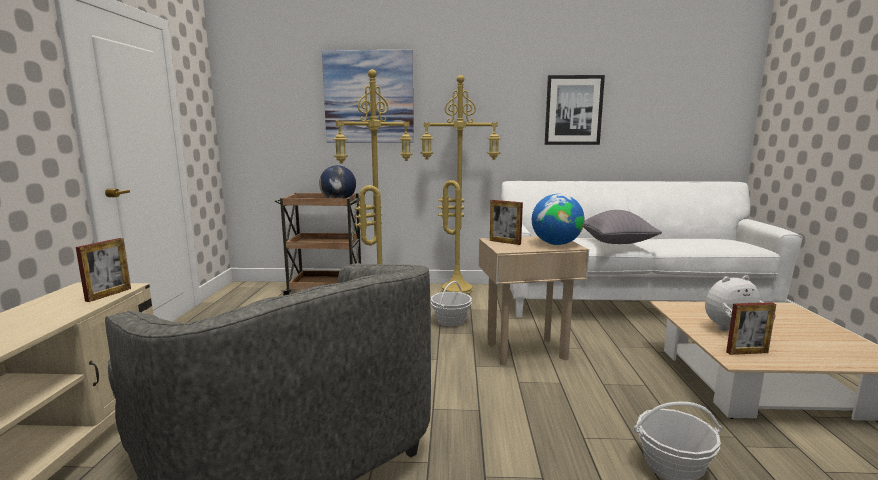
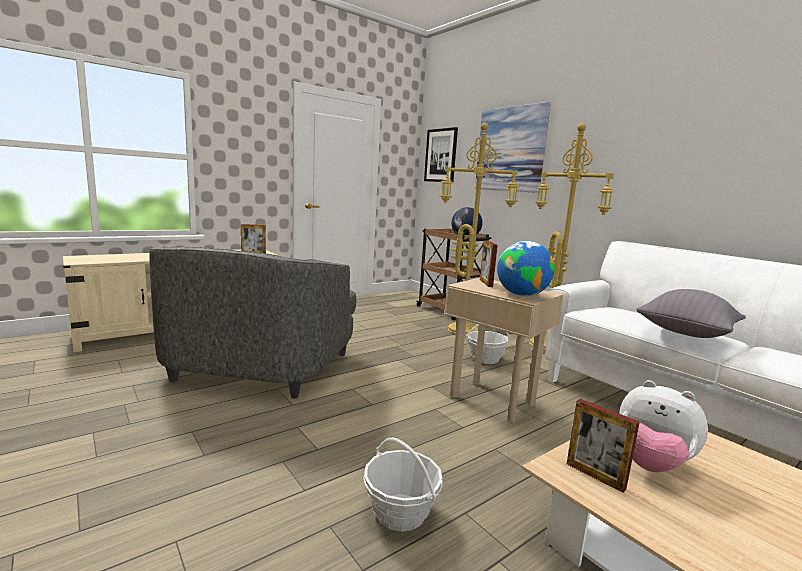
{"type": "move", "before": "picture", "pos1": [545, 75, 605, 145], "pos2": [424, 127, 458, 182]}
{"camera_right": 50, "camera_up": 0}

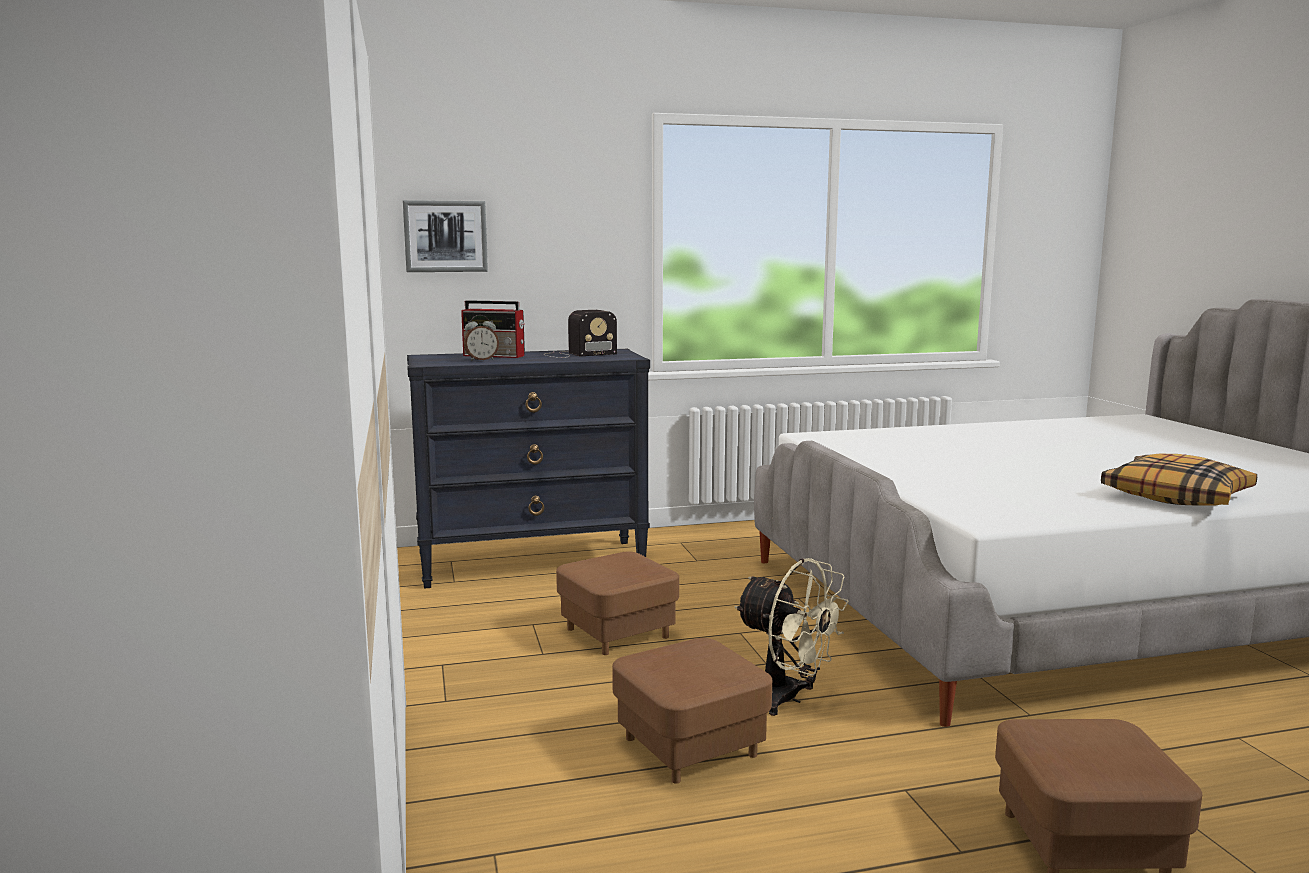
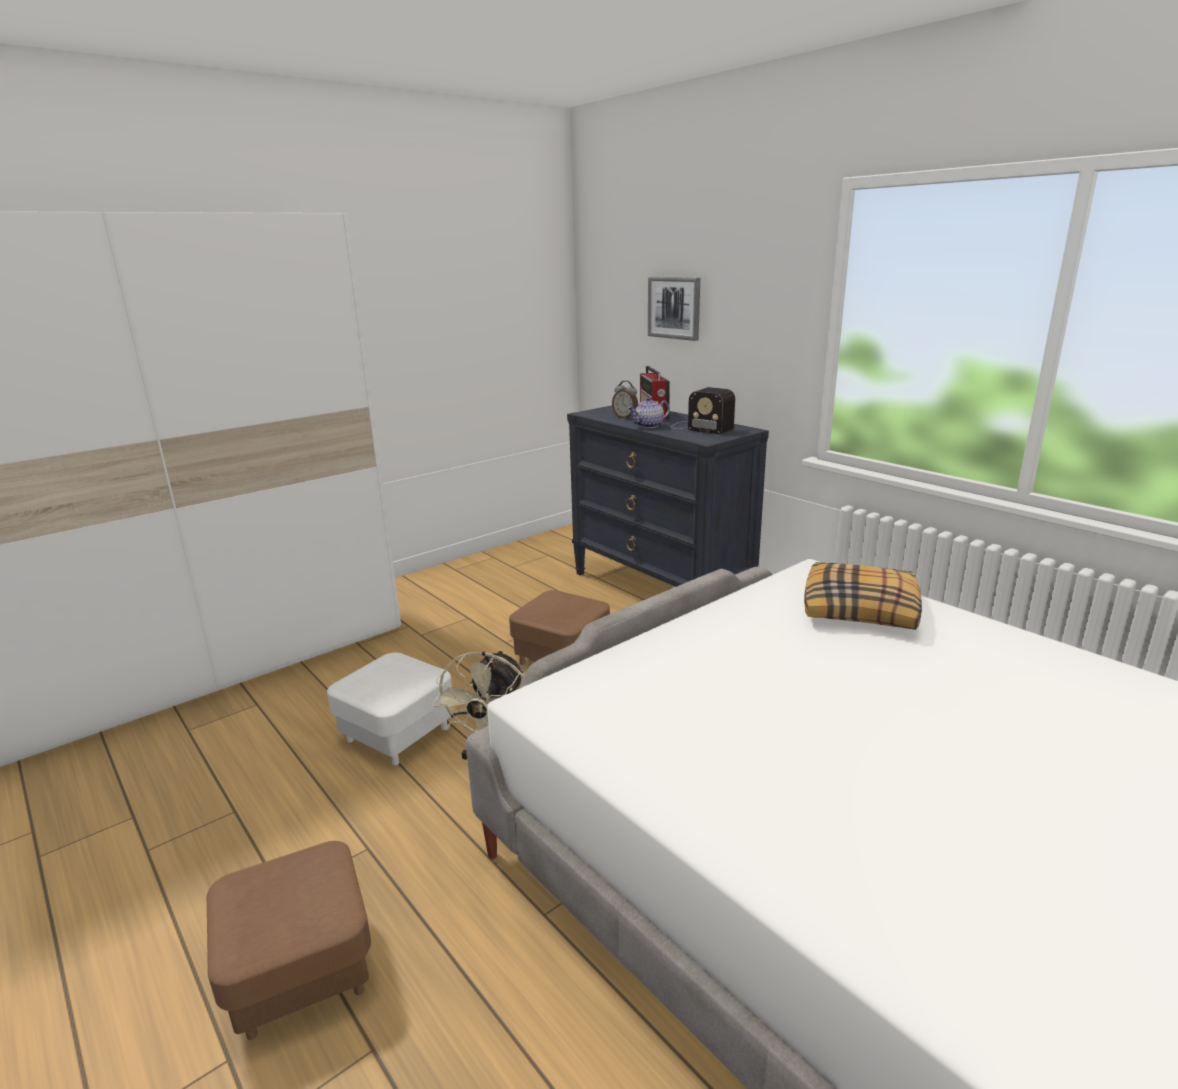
{"type": "recolor", "before": "brown_ottoman", "after": "white_ottoman", "pos1": [612, 638, 772, 784], "pos2": [327, 653, 452, 765]}
{"type": "move", "before": "pillow", "pos1": [1101, 454, 1257, 506], "pos2": [804, 562, 922, 630]}
{"type": "insert", "after": "teapot", "pos2": [628, 397, 670, 428]}
{"camera_right": 65, "camera_up": 10}

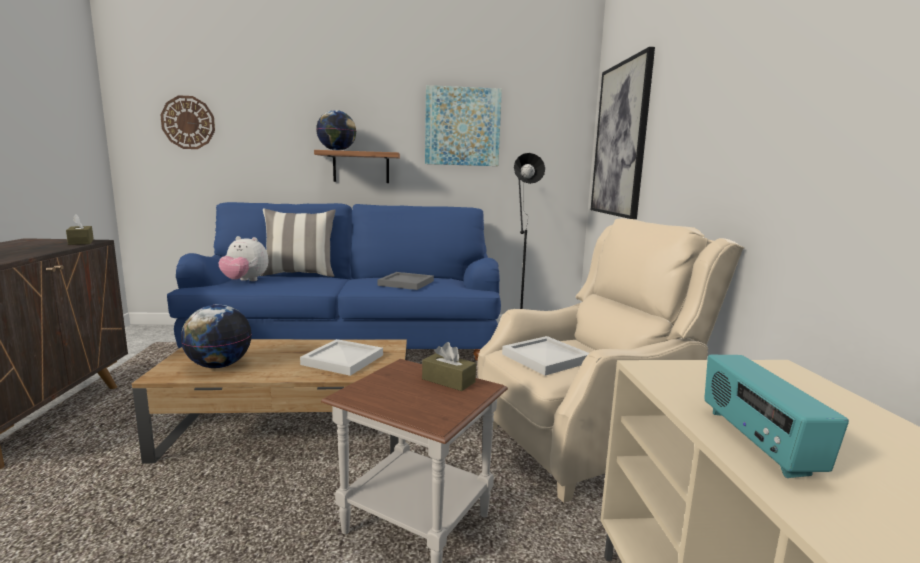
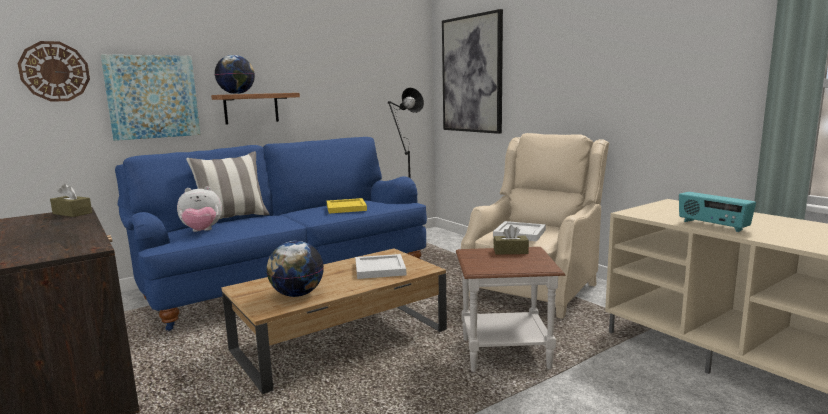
{"type": "recolor", "before": "grey_tray", "after": "yellow_tray", "pos1": [378, 272, 434, 290], "pos2": [327, 198, 367, 214]}
{"type": "move", "before": "picture", "pos1": [425, 85, 502, 166], "pos2": [101, 55, 200, 141]}
{"camera_right": -30, "camera_up": 0}

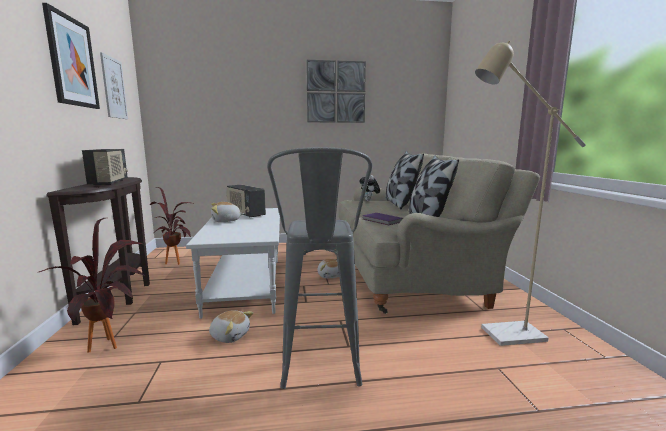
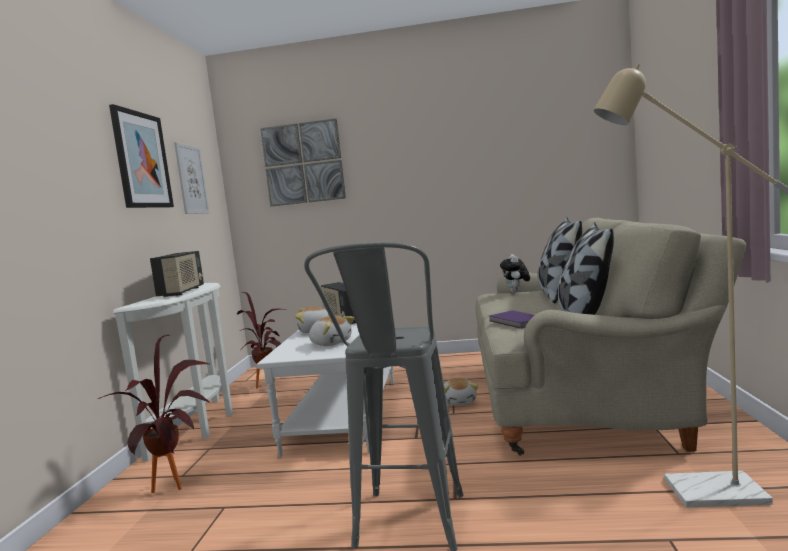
{"type": "recolor", "before": "brown_console_table", "after": "white_console_table", "pos1": [46, 177, 150, 325], "pos2": [113, 283, 233, 462]}
{"type": "move", "before": "plush_toy", "pos1": [209, 310, 253, 343], "pos2": [309, 316, 355, 346]}
{"type": "move", "before": "picture", "pos1": [306, 60, 366, 123], "pos2": [260, 118, 346, 206]}
{"camera_right": 15, "camera_up": -5}

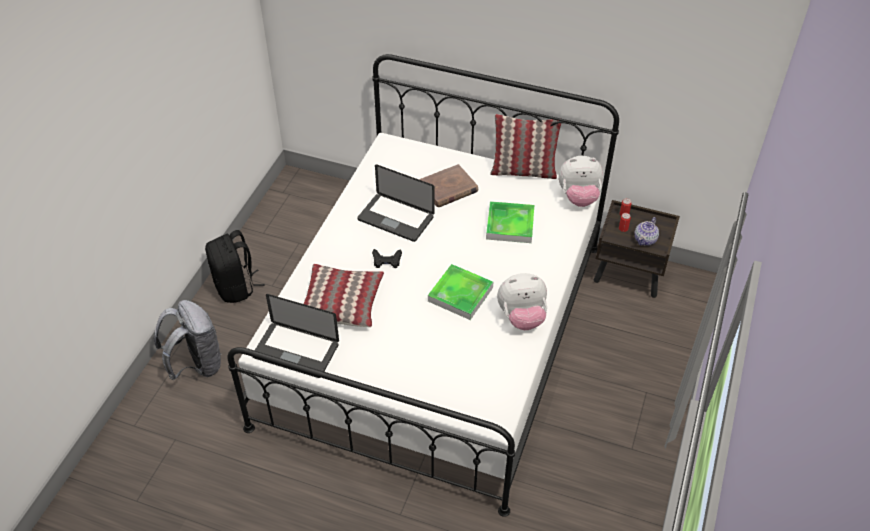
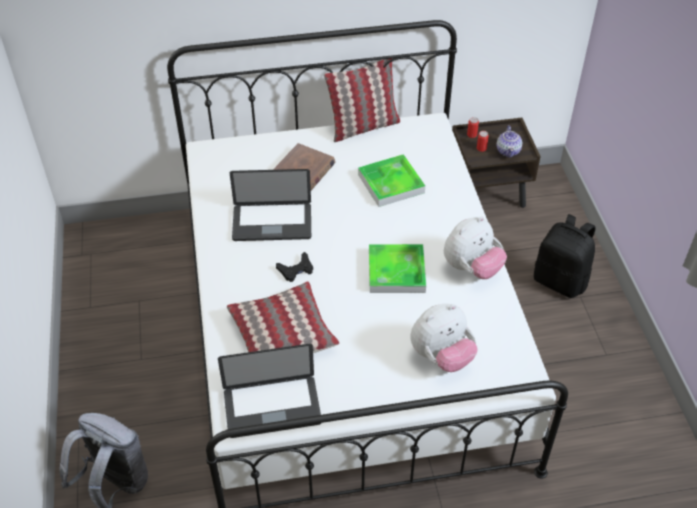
{"type": "move", "before": "black_backpack", "pos1": [205, 230, 265, 303], "pos2": [534, 214, 596, 298]}
{"type": "move", "before": "plush_toy", "pos1": [558, 156, 603, 207], "pos2": [410, 304, 478, 372]}
{"camera_right": -30, "camera_up": 0}

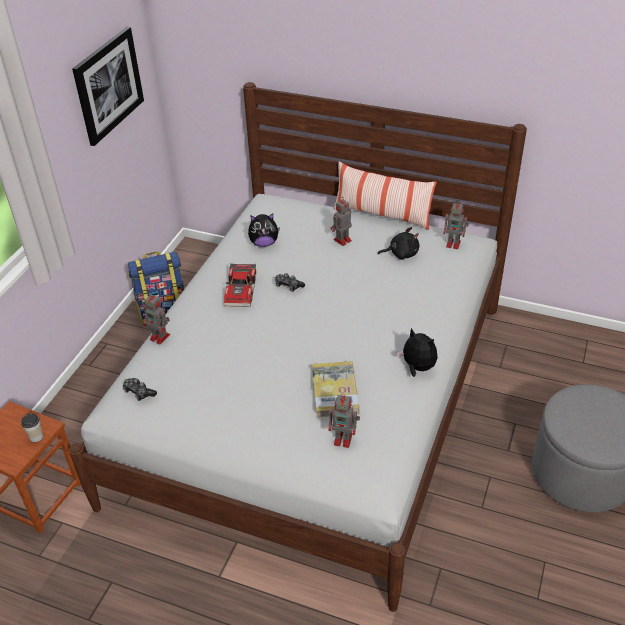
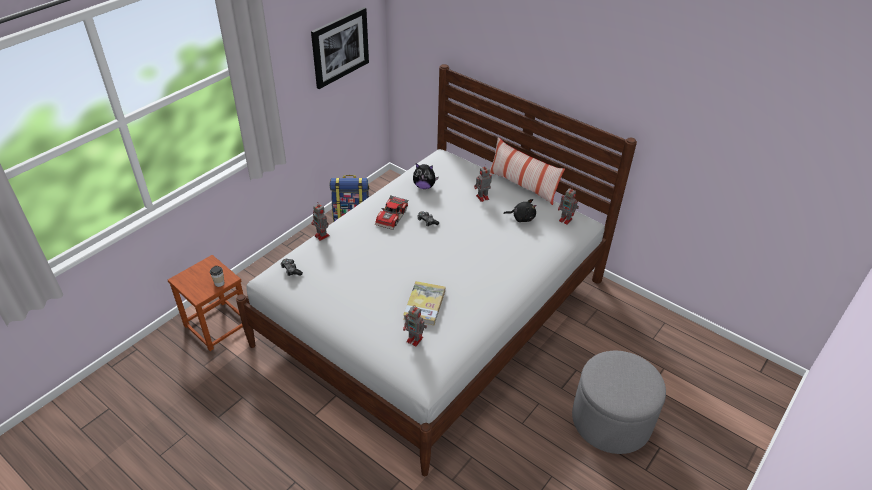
{"type": "delete", "before": "plush_toy", "pos1": [397, 328, 438, 377]}
{"camera_right": 15, "camera_up": 0}

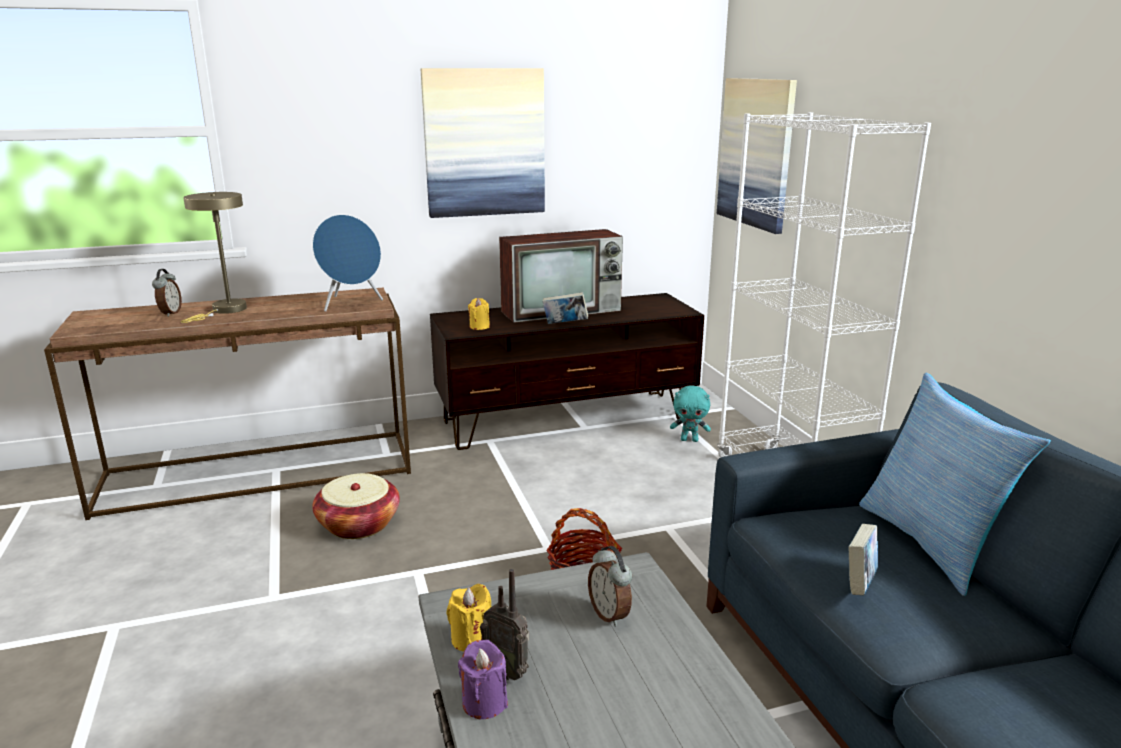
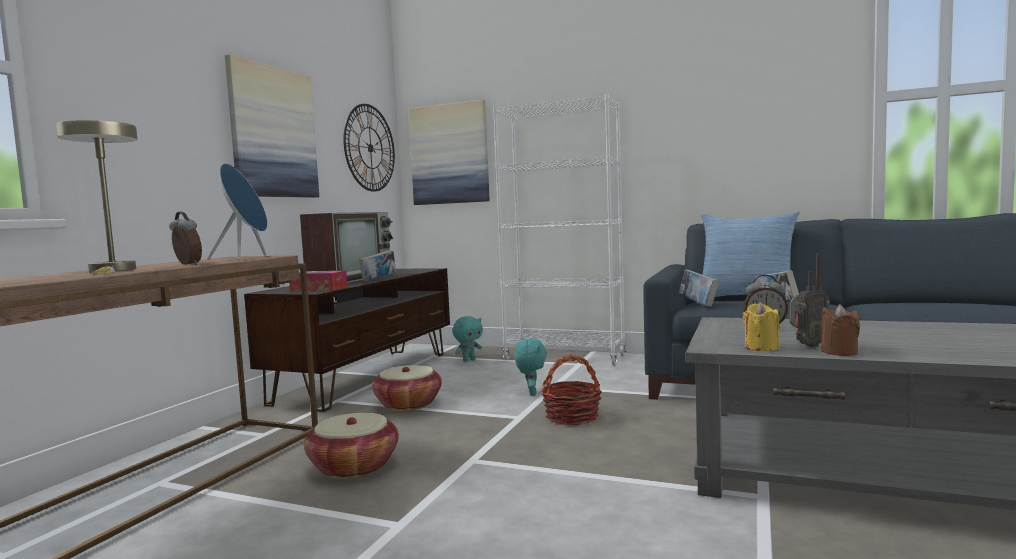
{"type": "move", "before": "alarm_clock", "pos1": [152, 269, 182, 317], "pos2": [169, 211, 202, 265]}
{"type": "recolor", "before": "purple_candle", "after": "brown_candle", "pos1": [458, 640, 508, 719], "pos2": [821, 304, 860, 356]}
{"type": "replace", "before": "yellow_candle", "after": "tissue_box", "pos1": [468, 298, 490, 330], "pos2": [289, 271, 347, 291]}
{"type": "insert", "after": "wall_clock", "pos2": [343, 104, 395, 192]}
{"type": "insert", "after": "basket", "pos2": [372, 365, 442, 411]}
{"type": "insert", "after": "turquoise_plush_toy", "pos2": [515, 338, 547, 396]}
{"type": "insert", "after": "book", "pos2": [679, 270, 719, 307]}
{"camera_right": -50, "camera_up": -15}

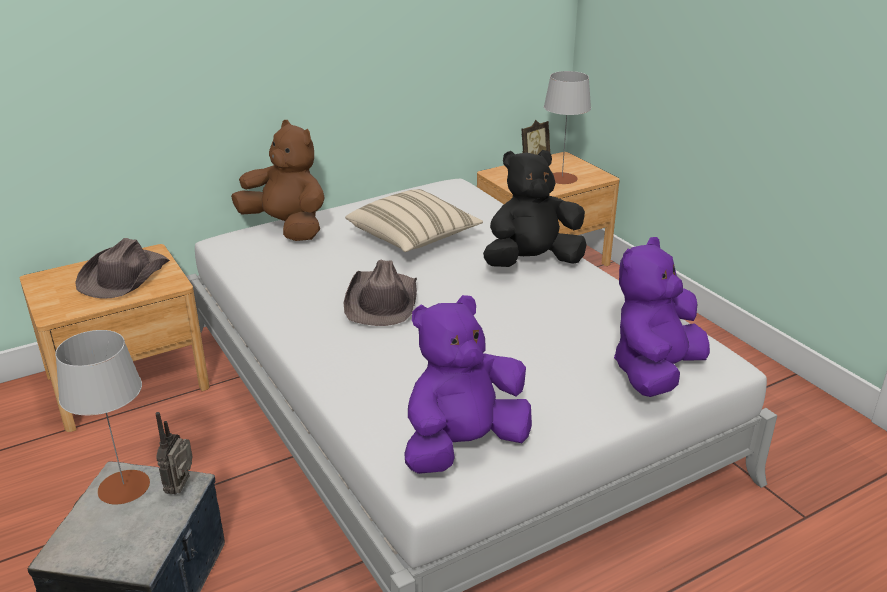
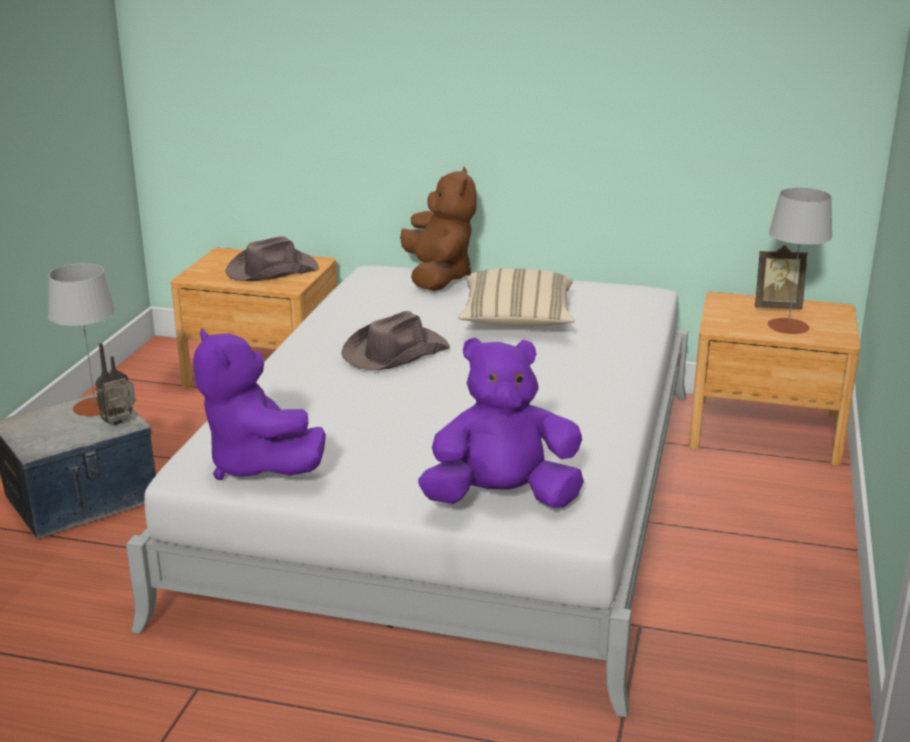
{"type": "rotate", "before": "purple_plush_toy", "pos1": [404, 295, 532, 474], "pos2": [193, 328, 326, 480], "turn": -135}
{"type": "delete", "before": "black_plush_toy", "pos1": [483, 150, 587, 267]}
{"camera_right": 45, "camera_up": -5}

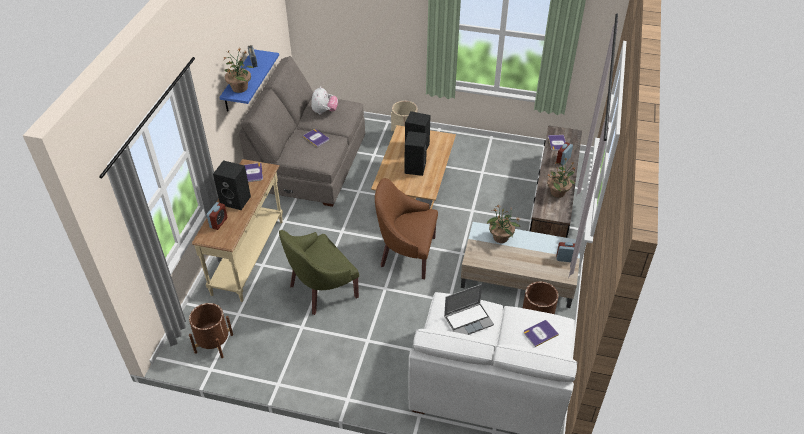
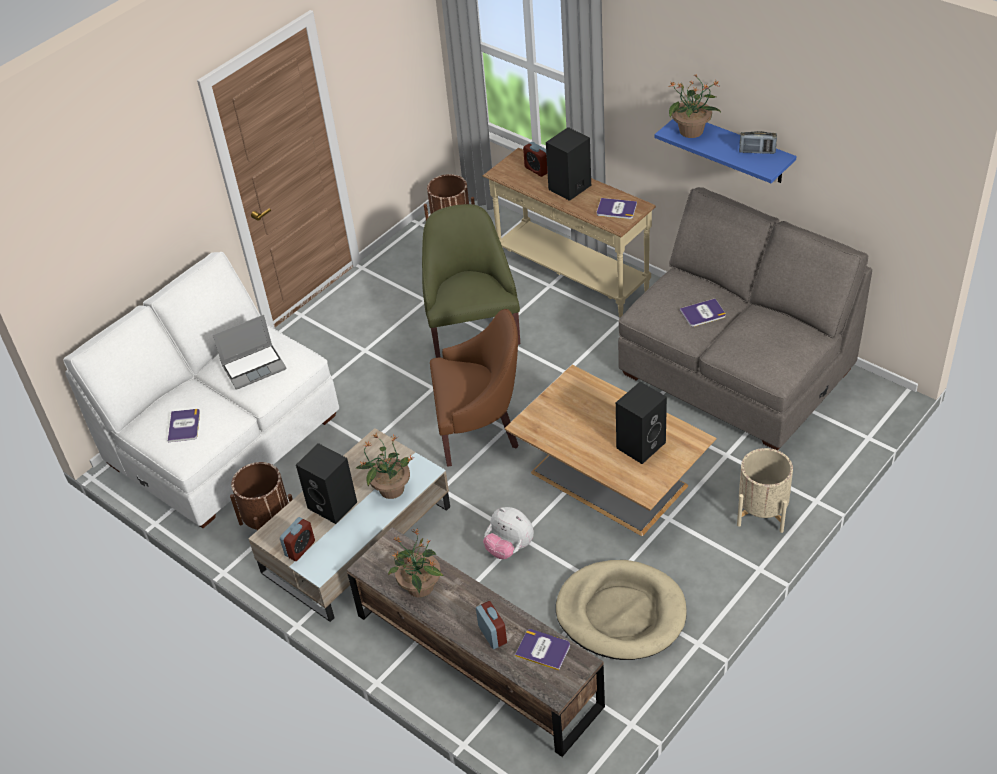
{"type": "move", "before": "plush_toy", "pos1": [311, 86, 338, 115], "pos2": [483, 507, 534, 559]}
{"type": "rotate", "before": "brown_armchair", "pos1": [375, 178, 438, 279], "pos2": [430, 309, 518, 467], "turn": 45}
{"type": "move", "before": "black_speaker", "pos1": [405, 131, 427, 176], "pos2": [296, 443, 357, 524]}
{"type": "rotate", "before": "laptop", "pos1": [444, 284, 494, 335], "pos2": [213, 315, 287, 390], "turn": -120}
{"type": "insert", "after": "beige_dog_bed", "pos2": [556, 560, 687, 660]}
{"camera_right": 120, "camera_up": 0}

